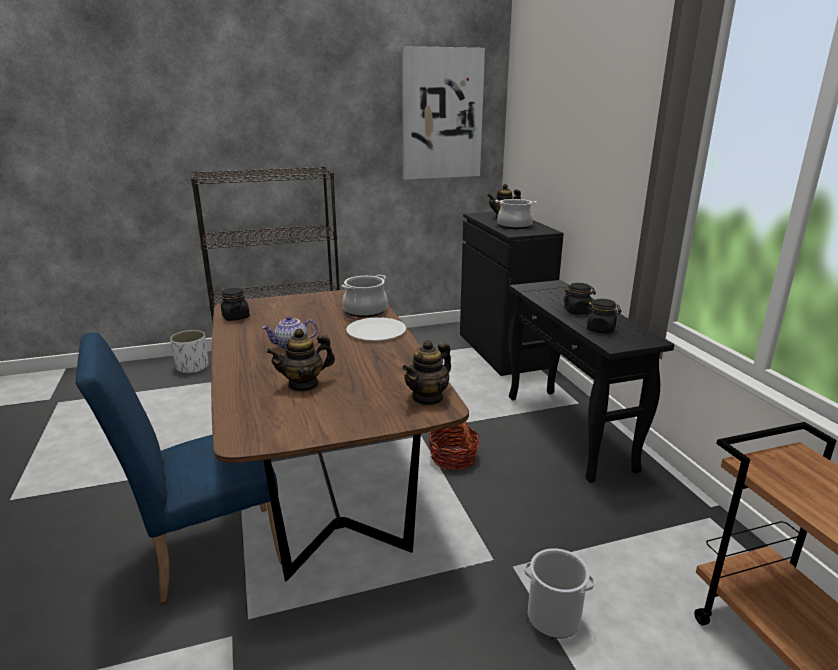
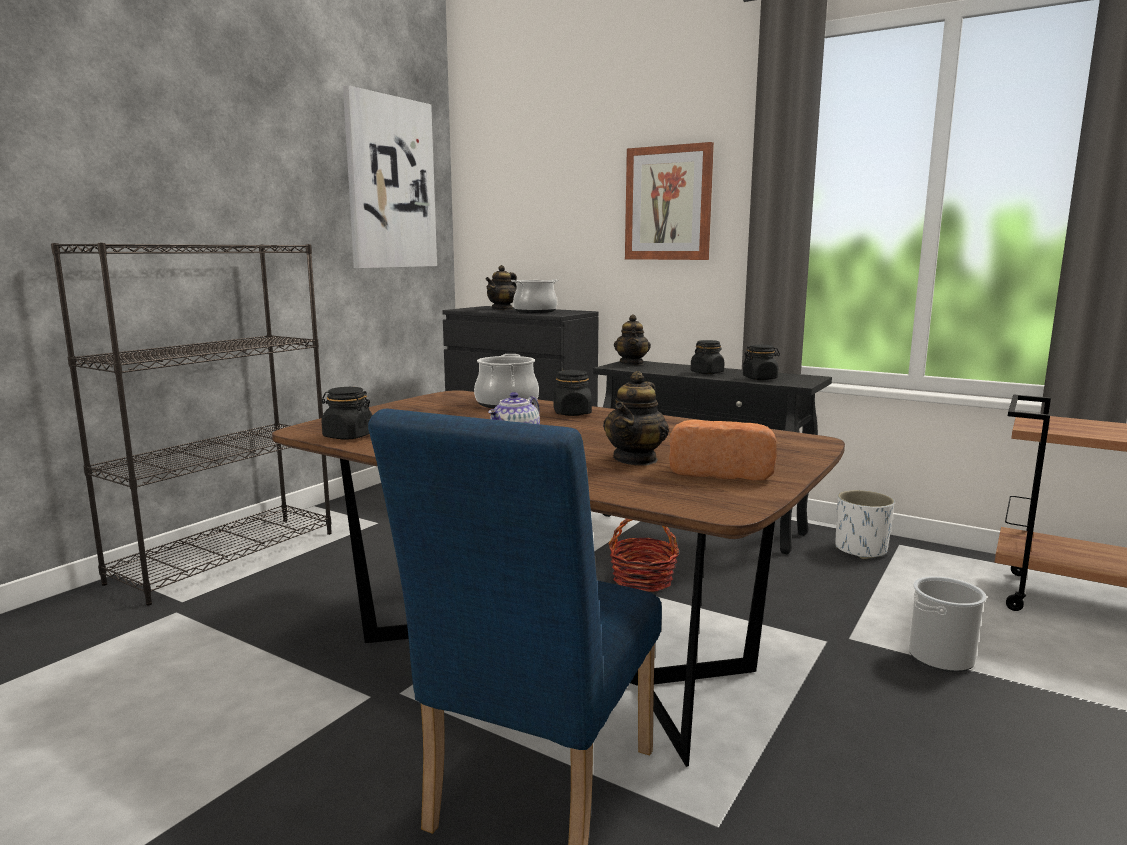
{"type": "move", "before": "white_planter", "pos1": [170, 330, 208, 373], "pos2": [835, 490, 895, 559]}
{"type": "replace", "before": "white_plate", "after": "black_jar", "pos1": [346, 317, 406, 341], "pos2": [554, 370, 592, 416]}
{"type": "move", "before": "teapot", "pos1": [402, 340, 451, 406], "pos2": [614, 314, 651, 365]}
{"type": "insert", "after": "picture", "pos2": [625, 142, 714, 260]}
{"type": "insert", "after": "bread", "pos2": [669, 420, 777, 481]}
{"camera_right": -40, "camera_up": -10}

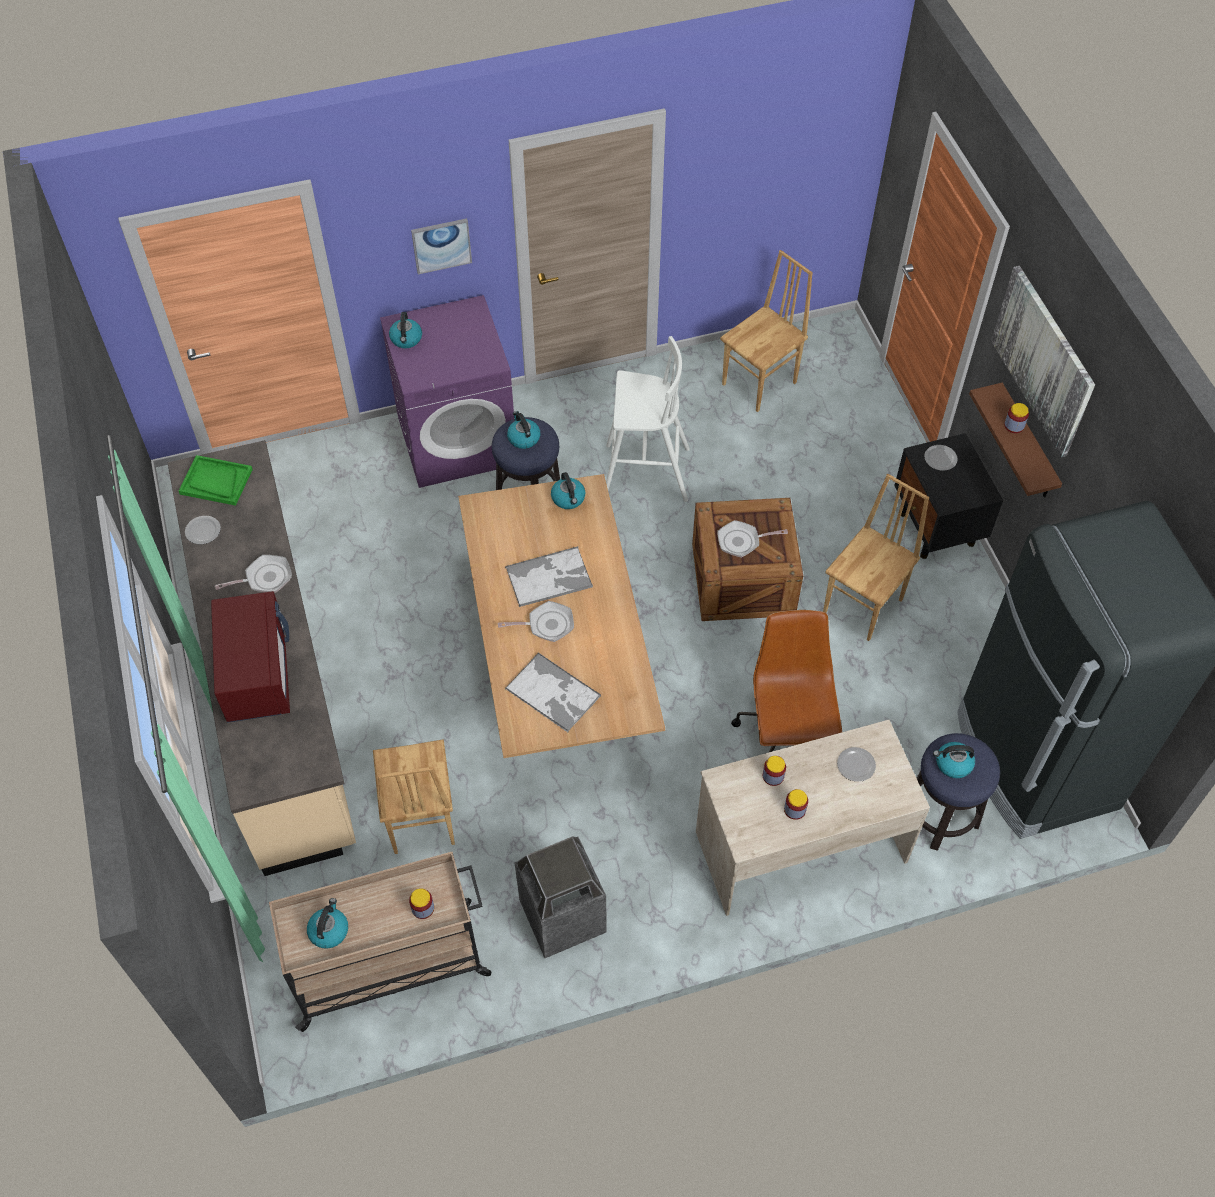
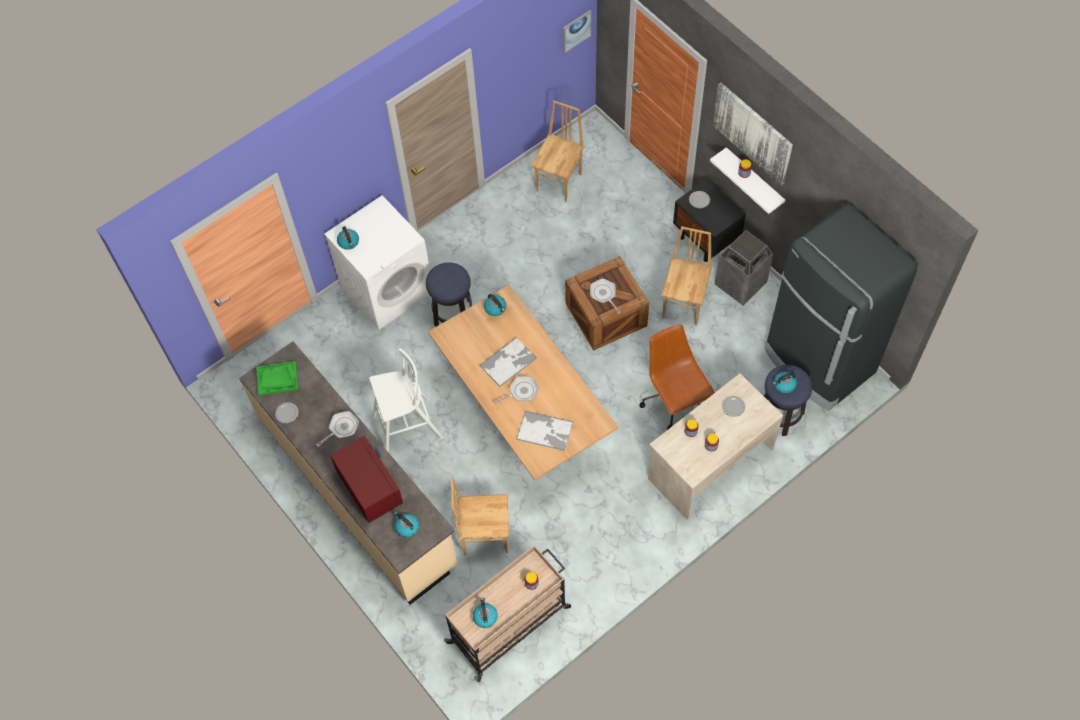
{"type": "rotate", "before": "brown_chair", "pos1": [373, 740, 455, 854], "pos2": [451, 478, 509, 555], "turn": 120}
{"type": "recolor", "before": "purple_washing_machine", "after": "white_washing_machine", "pos1": [380, 295, 514, 488], "pos2": [324, 195, 430, 330]}
{"type": "move", "before": "picture", "pos1": [411, 218, 472, 274], "pos2": [563, 10, 592, 53]}
{"type": "move", "before": "kettle", "pos1": [507, 411, 540, 449], "pos2": [394, 512, 419, 538]}
{"type": "move", "before": "trash_can", "pos1": [514, 836, 607, 958], "pos2": [715, 230, 773, 306]}
{"type": "move", "before": "white_stool", "pos1": [606, 336, 690, 502], "pos2": [369, 348, 443, 453]}
{"type": "rotate", "before": "frying_pan", "pos1": [718, 520, 788, 558], "pos2": [590, 278, 621, 314], "turn": 90}
{"type": "recolor", "before": "brown_shelf", "after": "white_shelf", "pos1": [969, 383, 1062, 498], "pos2": [710, 147, 785, 214]}
{"camera_right": -20, "camera_up": 5}

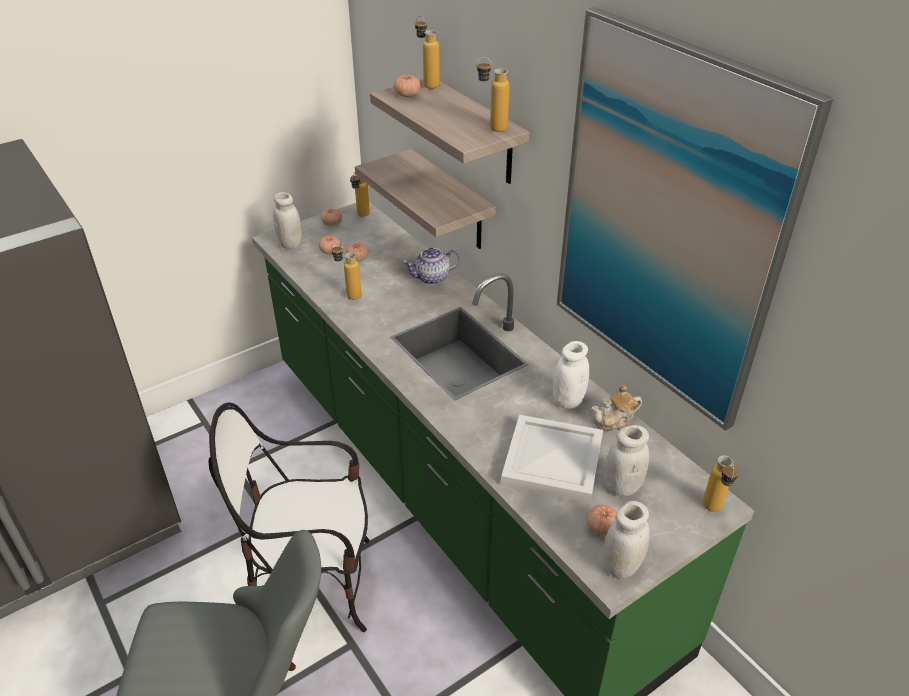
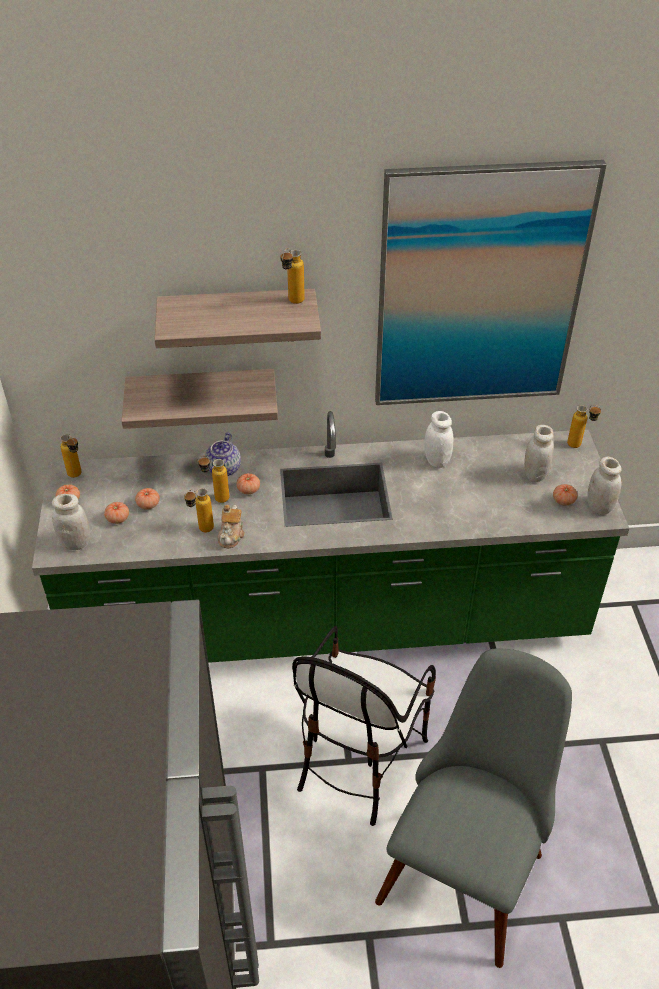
{"type": "move", "before": "tomato", "pos1": [394, 75, 420, 97], "pos2": [236, 473, 260, 494]}
{"type": "move", "before": "bottle", "pos1": [415, 15, 440, 89], "pos2": [197, 456, 229, 503]}
{"type": "delete", "before": "white_tray", "pos1": [501, 415, 603, 503]}
{"type": "move", "before": "teapot", "pos1": [591, 385, 642, 431], "pos2": [218, 505, 245, 548]}
{"camera_right": -60, "camera_up": 5}

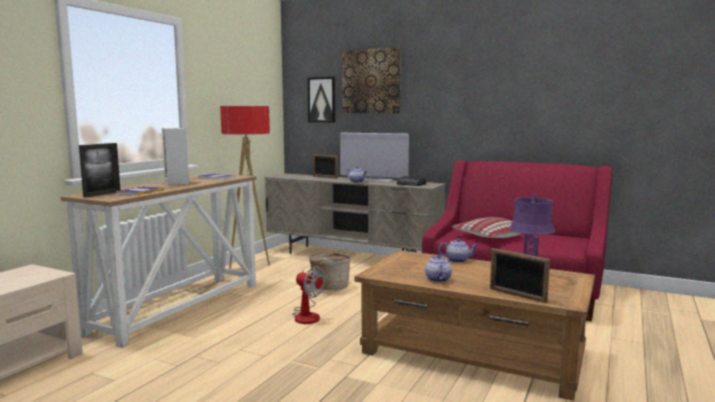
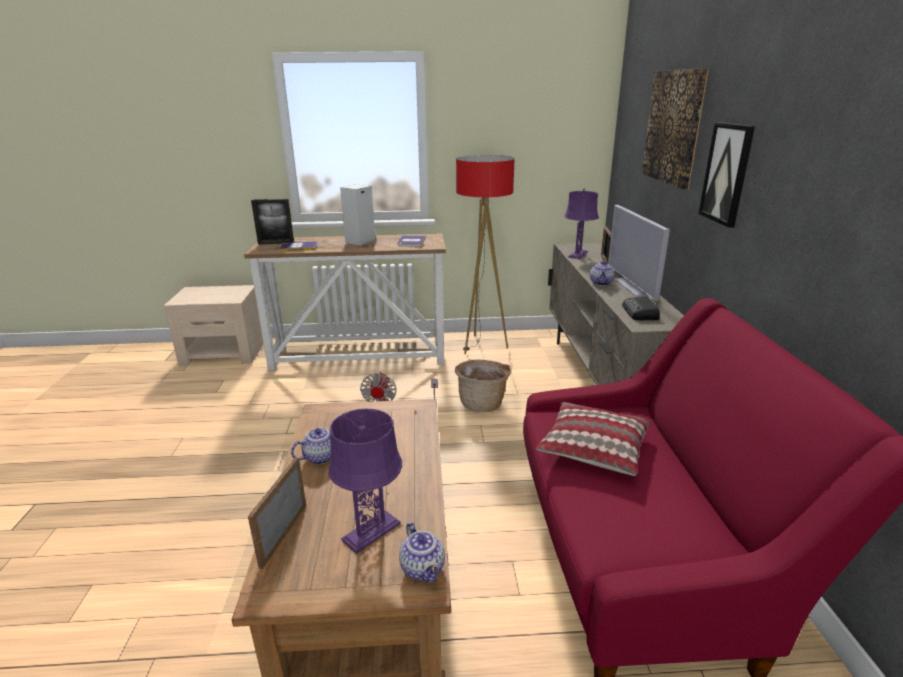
{"type": "move", "before": "picture", "pos1": [307, 77, 335, 122], "pos2": [698, 122, 755, 227]}
{"type": "move", "before": "teapot", "pos1": [438, 238, 477, 263], "pos2": [399, 522, 445, 583]}
{"type": "insert", "after": "purple_table_lamp", "pos2": [565, 188, 599, 259]}
{"camera_right": 60, "camera_up": 15}

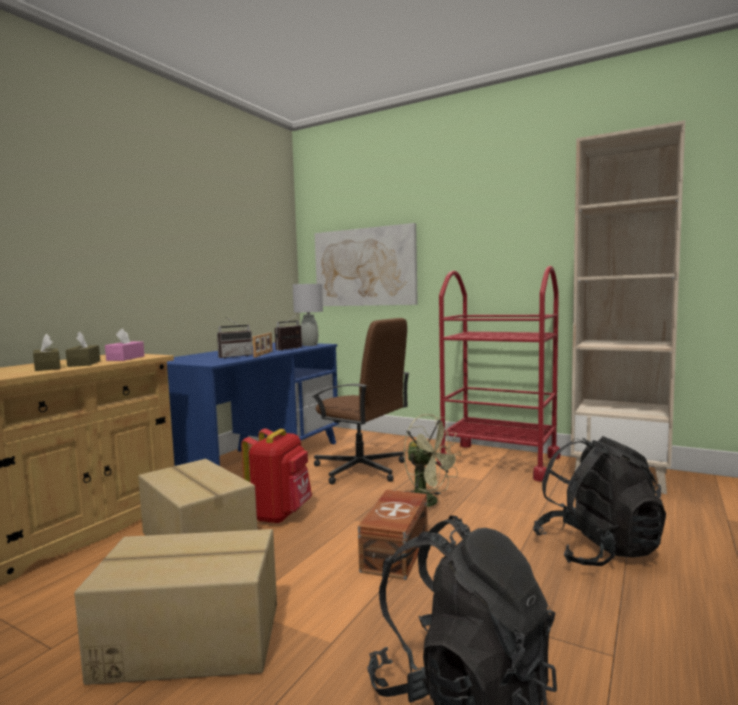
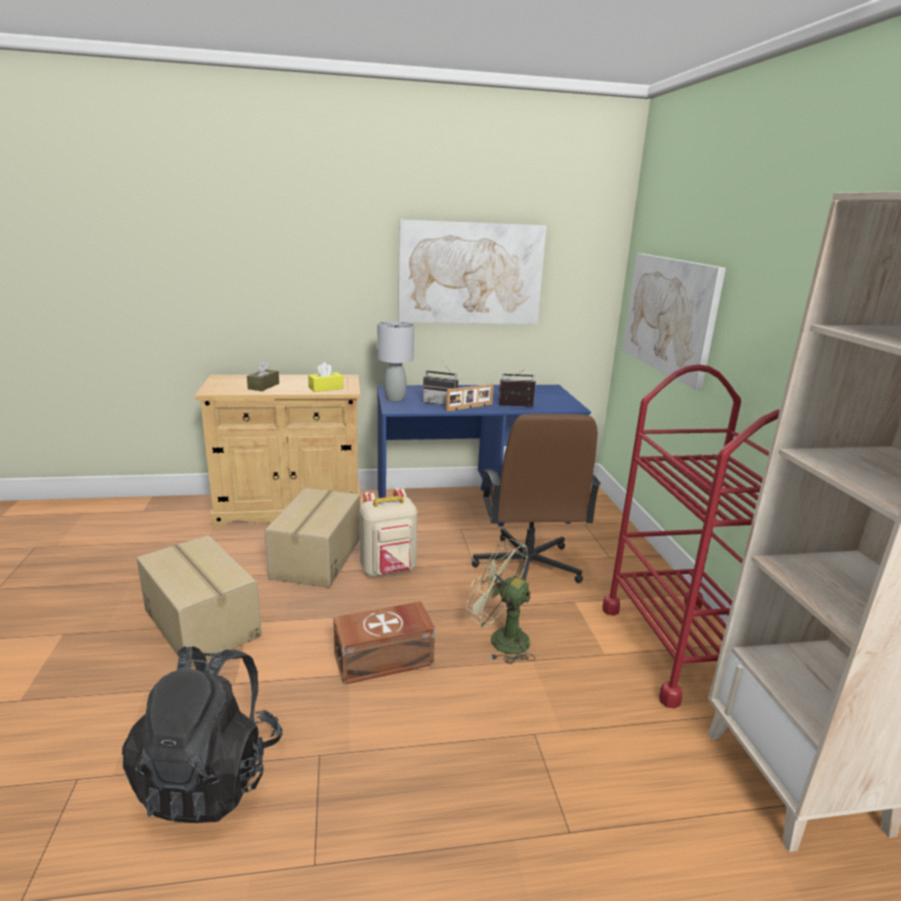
{"type": "delete", "before": "brown_tissue_box", "pos1": [66, 332, 100, 367]}
{"type": "recolor", "before": "pink_tissue_box", "after": "yellow_tissue_box", "pos1": [105, 328, 144, 361], "pos2": [308, 362, 343, 392]}
{"type": "recolor", "before": "red_backpack", "after": "beige_backpack", "pos1": [241, 428, 312, 524], "pos2": [359, 488, 418, 577]}
{"type": "move", "before": "grey_table_lamp", "pos1": [293, 284, 323, 346], "pos2": [377, 321, 414, 401]}
{"type": "rotate", "before": "green_fan", "pos1": [404, 414, 461, 507], "pos2": [466, 539, 536, 664], "turn": 120}
{"type": "delete", "before": "black_backpack", "pos1": [533, 436, 666, 566]}
{"type": "insert", "after": "picture", "pos2": [398, 219, 547, 324]}
{"camera_right": 50, "camera_up": 15}

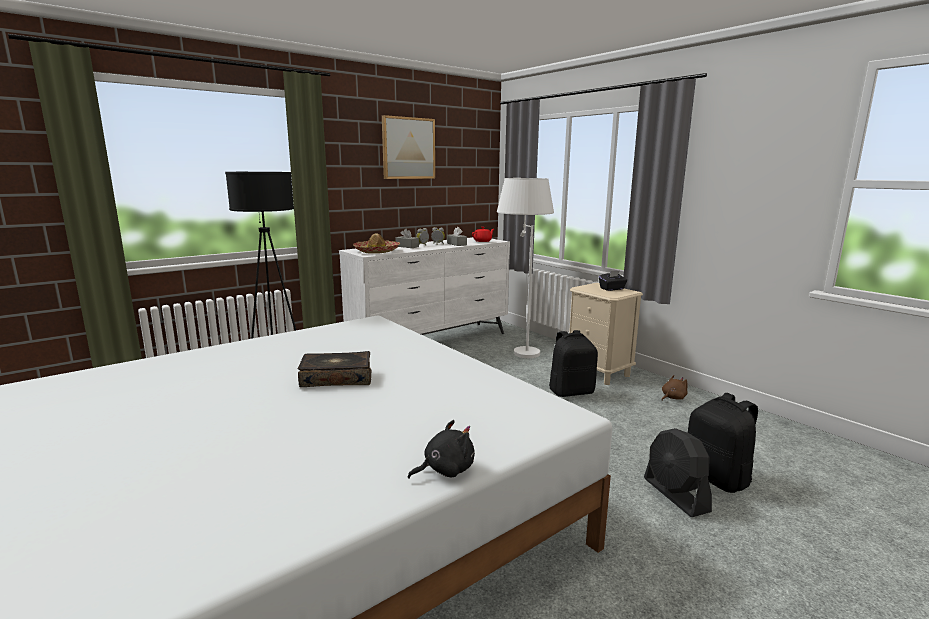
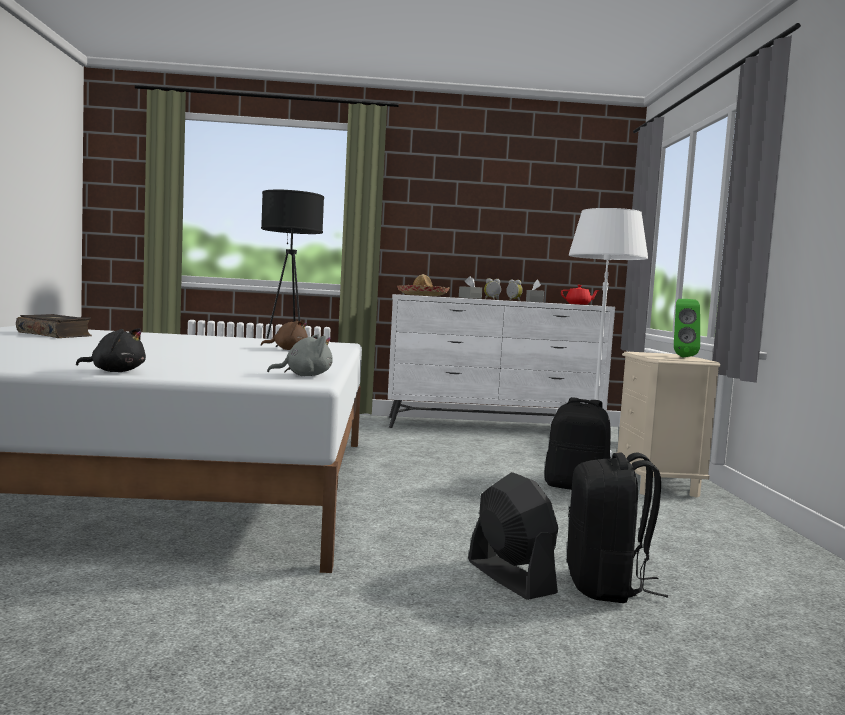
{"type": "move", "before": "book", "pos1": [298, 351, 371, 387], "pos2": [16, 314, 92, 338]}
{"type": "delete", "before": "picture", "pos1": [382, 115, 435, 179]}
{"type": "replace", "before": "black_tissue_box", "after": "green_speaker", "pos1": [599, 270, 627, 291], "pos2": [674, 299, 700, 357]}
{"type": "rotate", "before": "black_fan", "pos1": [644, 428, 712, 517], "pos2": [468, 472, 558, 600], "turn": 135}
{"type": "move", "before": "brown_plush_toy", "pos1": [661, 375, 688, 401], "pos2": [261, 321, 308, 350]}
{"type": "insert", "after": "grey_plush_toy", "pos2": [267, 334, 333, 376]}
{"camera_right": 35, "camera_up": -10}

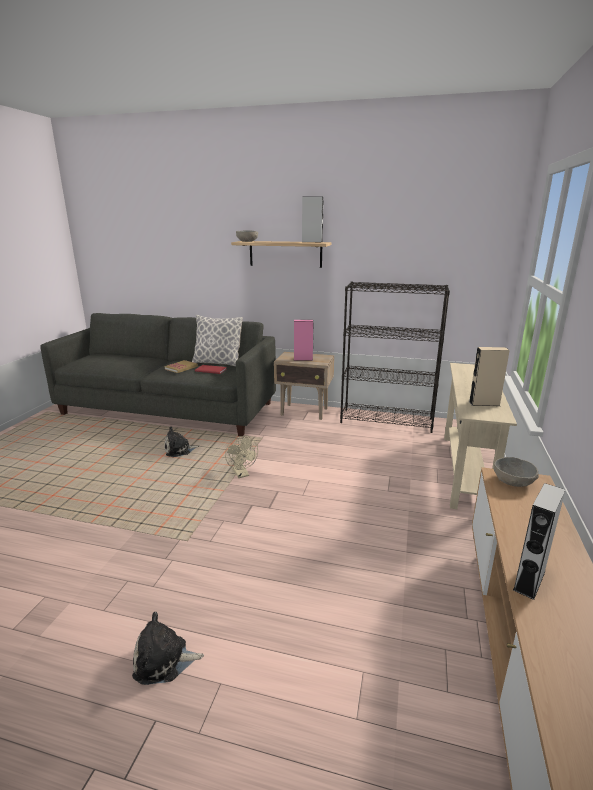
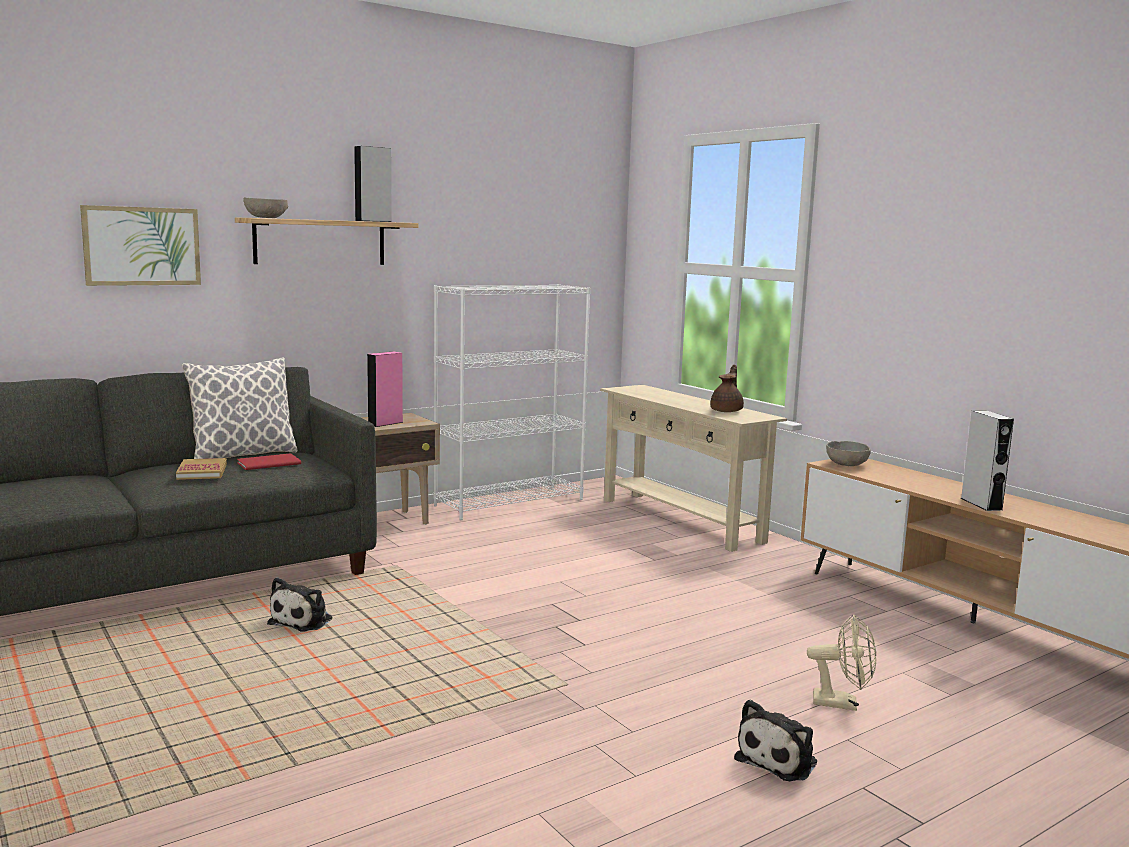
{"type": "move", "before": "beige_fan", "pos1": [225, 436, 258, 478], "pos2": [807, 614, 876, 711]}
{"type": "recolor", "before": "black_bookcase", "after": "white_bookcase", "pos1": [340, 282, 450, 433], "pos2": [433, 284, 590, 520]}
{"type": "replace", "before": "beige_speaker", "after": "brown_teapot", "pos1": [469, 347, 510, 406], "pos2": [711, 365, 744, 412]}
{"type": "insert", "after": "picture", "pos2": [80, 205, 201, 286]}
{"camera_right": -50, "camera_up": -10}

